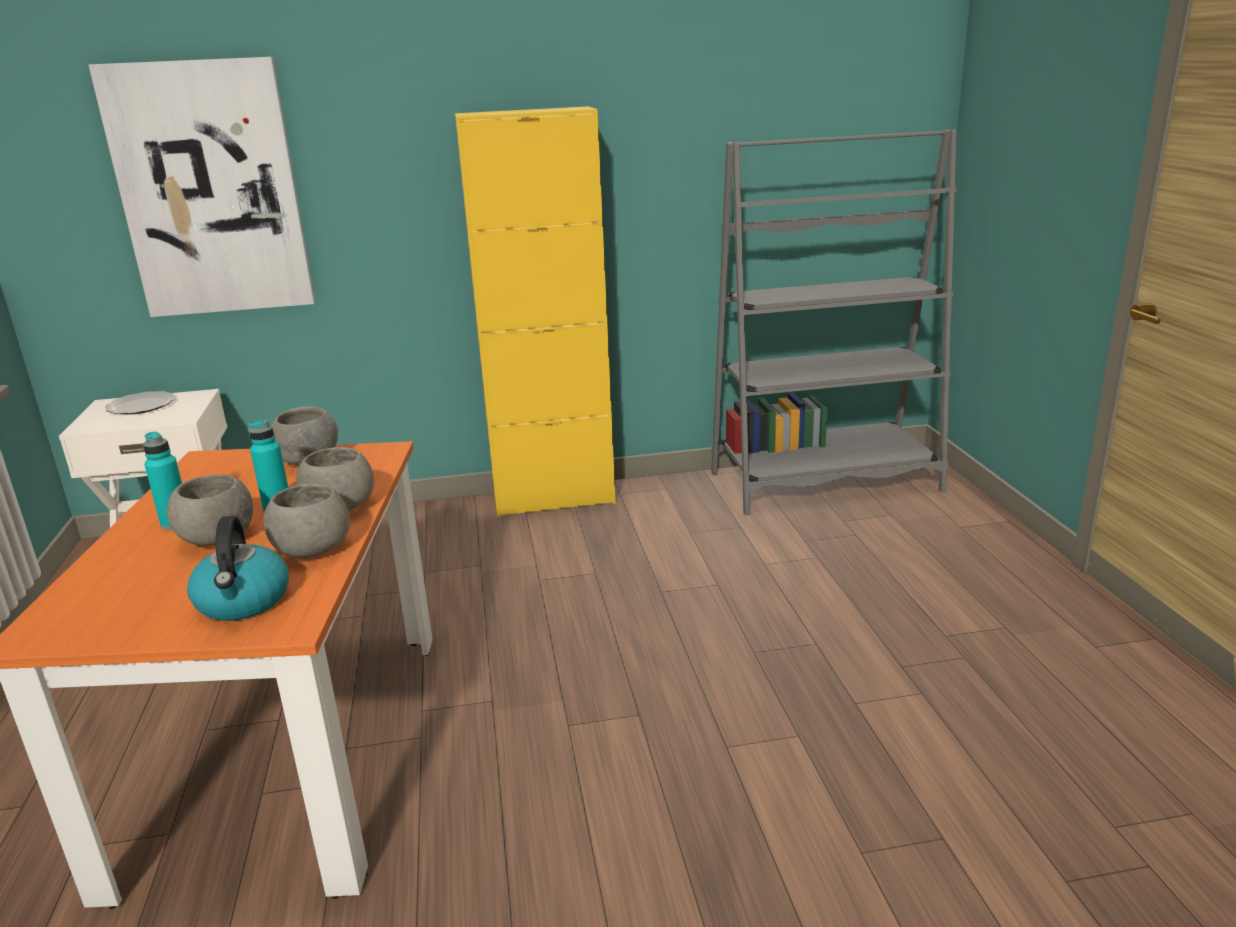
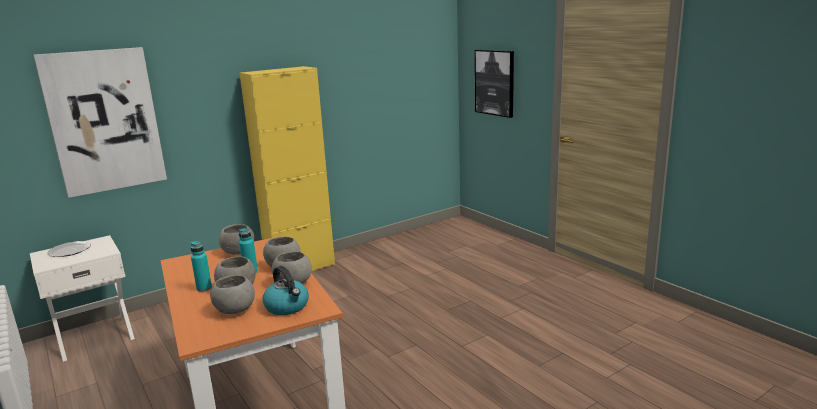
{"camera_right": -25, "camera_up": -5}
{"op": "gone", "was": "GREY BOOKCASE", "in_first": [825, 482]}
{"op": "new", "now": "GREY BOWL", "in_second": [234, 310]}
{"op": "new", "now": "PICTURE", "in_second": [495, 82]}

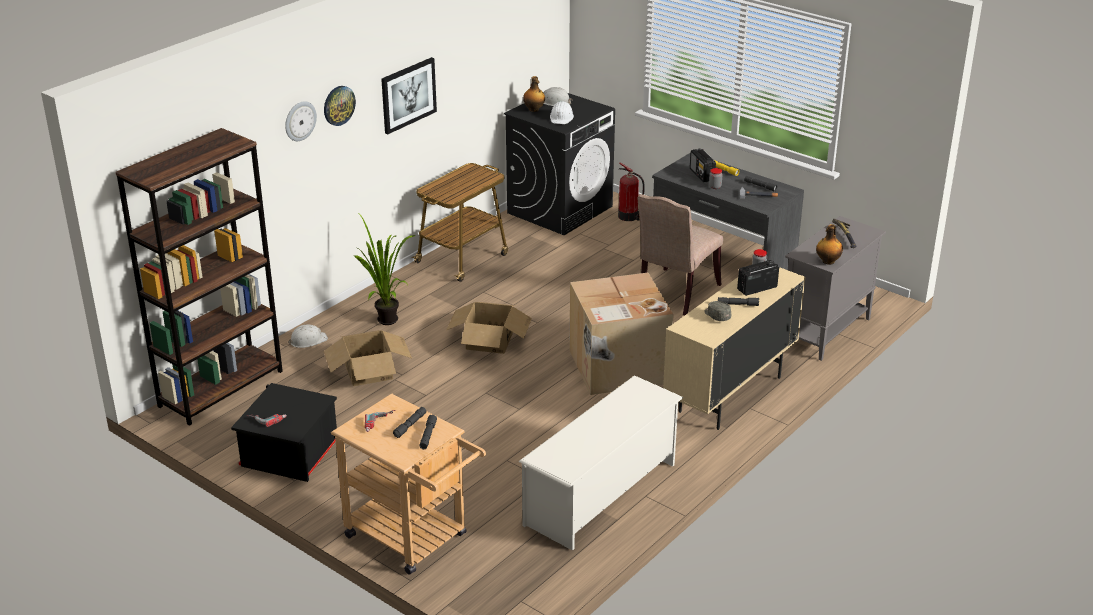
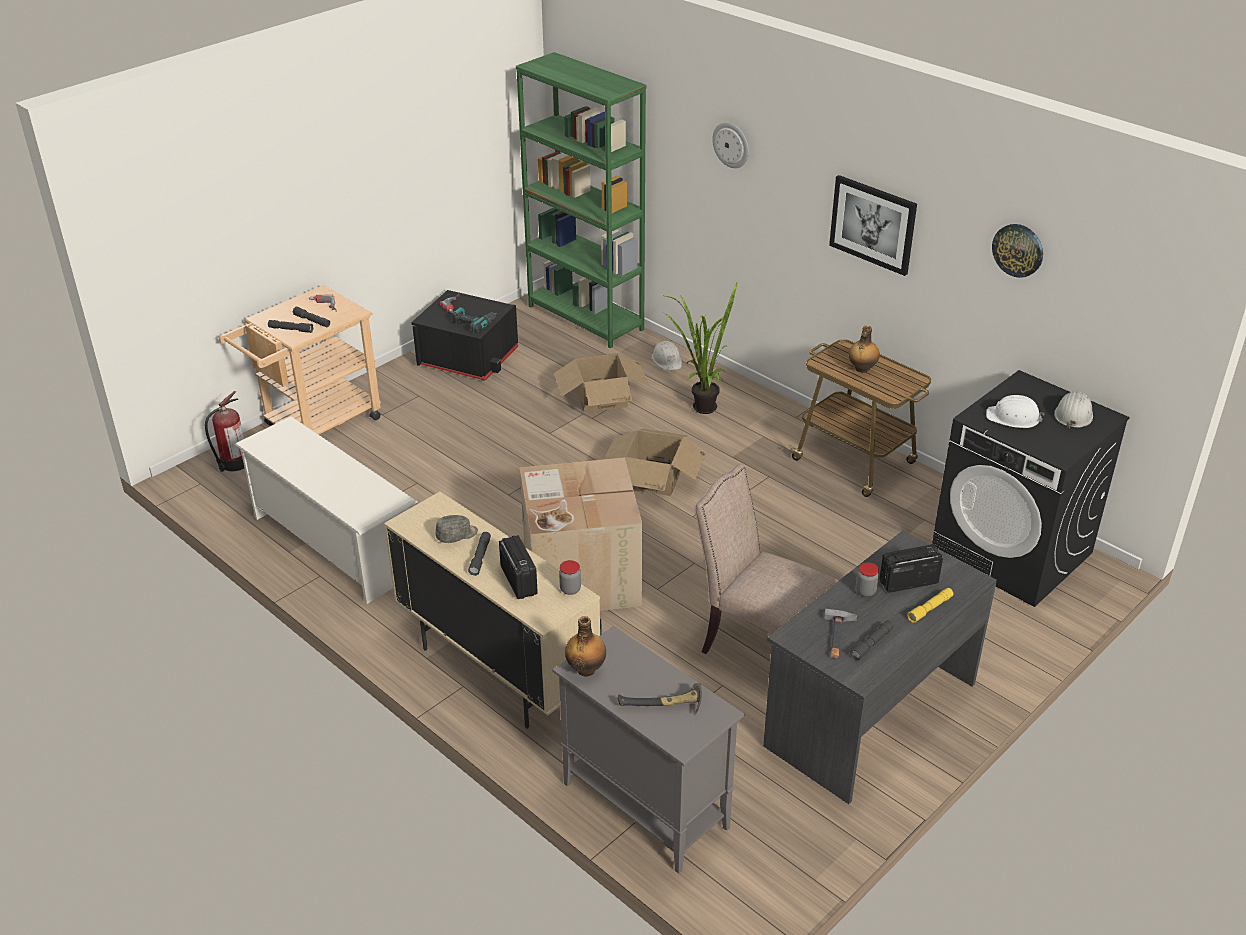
{"camera_right": 95, "camera_up": 5}
{"op": "repainted", "was": "BROWN BOOKCASE", "now": "GREEN BOOKCASE", "in_first": [221, 388], "in_second": [586, 318]}
{"op": "shifted", "was": "WALL CLOCK", "in_first": [338, 105], "in_second": [1018, 250]}
{"op": "shifted", "was": "BOTTLE", "in_first": [534, 110], "in_second": [861, 369]}
{"op": "shifted", "was": "FIRE EXTINGUISHER", "in_first": [629, 217], "in_second": [233, 464]}
{"op": "new", "now": "POWER DRILL", "in_second": [474, 323]}

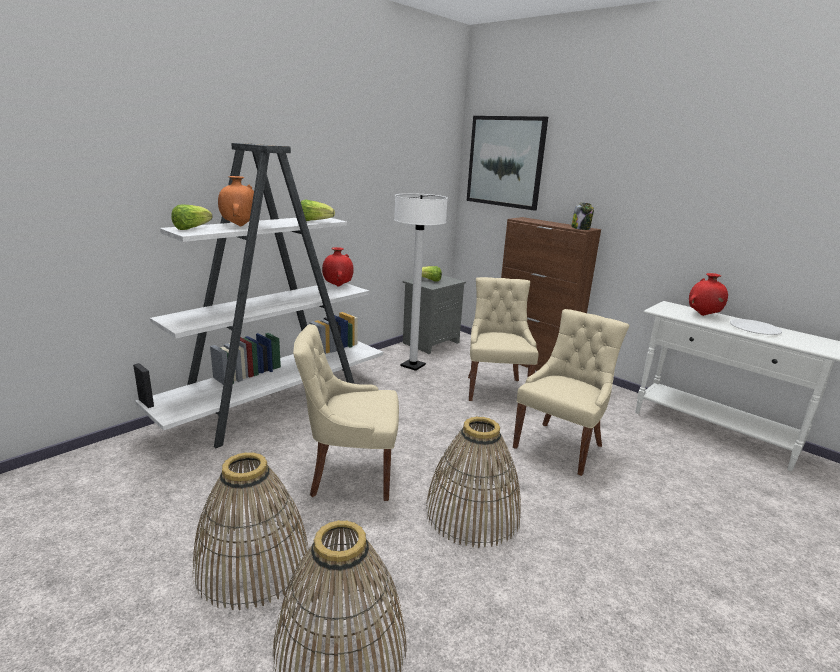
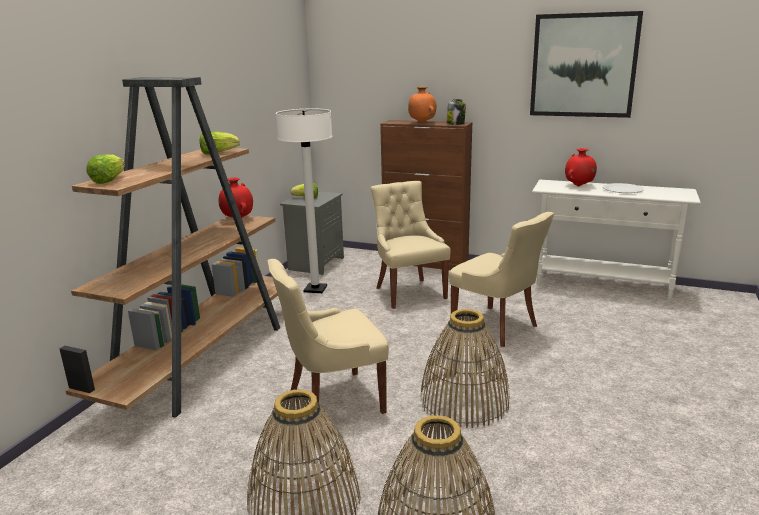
{"camera_right": -20, "camera_up": 0}
{"op": "repainted", "was": "WHITE BOOKCASE", "now": "BROWN BOOKCASE", "in_first": [276, 404], "in_second": [204, 359]}
{"op": "shifted", "was": "ORANGE VASE", "in_first": [240, 226], "in_second": [422, 123]}
{"op": "shifted", "was": "PICTURE", "in_first": [505, 162], "in_second": [583, 65]}
{"op": "rotated", "was": "BEIGE CHAIR", "in_first": [560, 446], "in_second": [496, 327], "clockwise": 120}

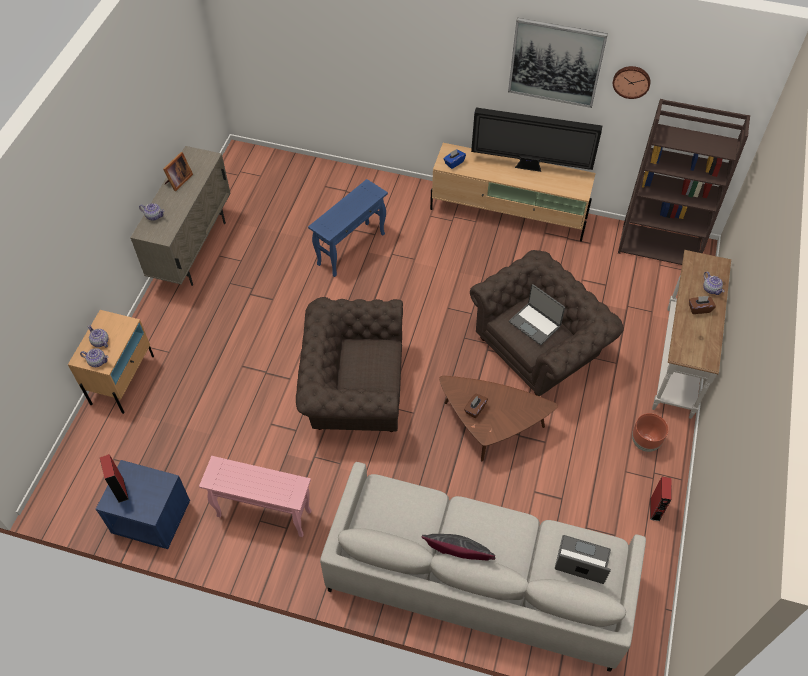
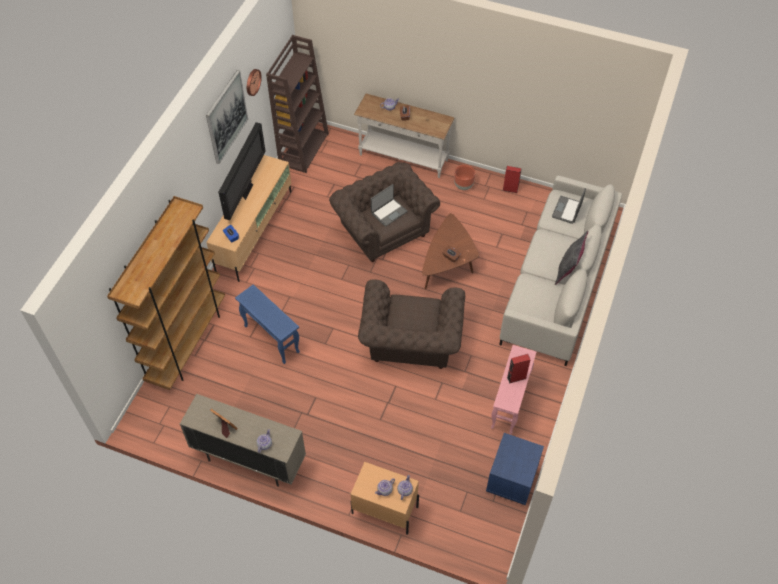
{"camera_right": -85, "camera_up": 0}
{"op": "shifted", "was": "RED SPEAKER", "in_first": [120, 490], "in_second": [516, 378]}
{"op": "new", "now": "BROWN BOOKCASE", "in_second": [187, 342]}

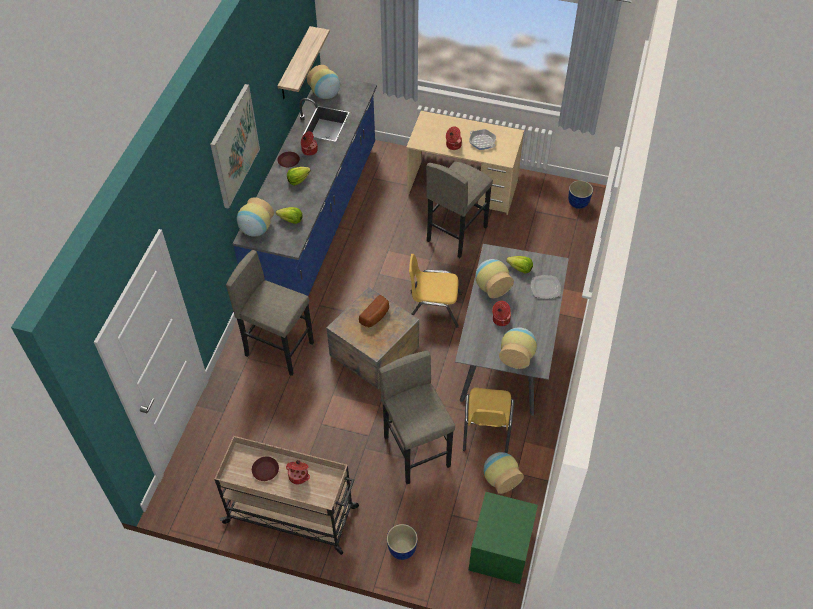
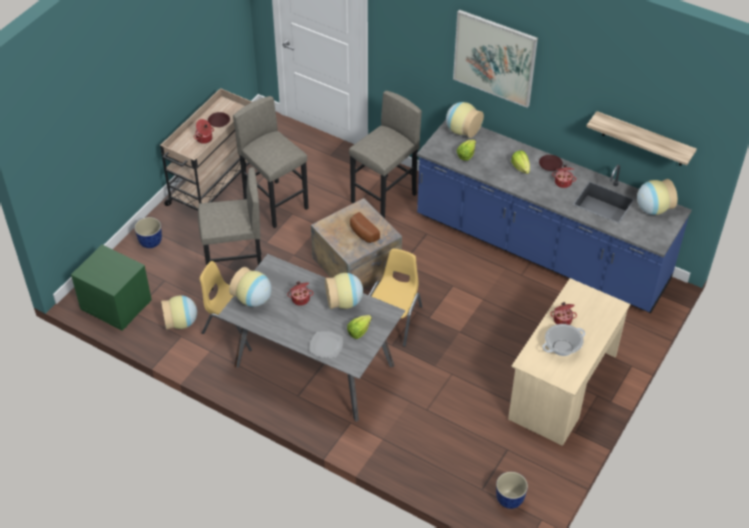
{"camera_right": 105, "camera_up": -5}
{"op": "shifted", "was": "GREY STOOL", "in_first": [456, 233], "in_second": [276, 203]}
{"op": "swapped", "was": "FRYING PAN", "now": "COOKING POT", "in_first": [482, 141], "in_second": [562, 348]}

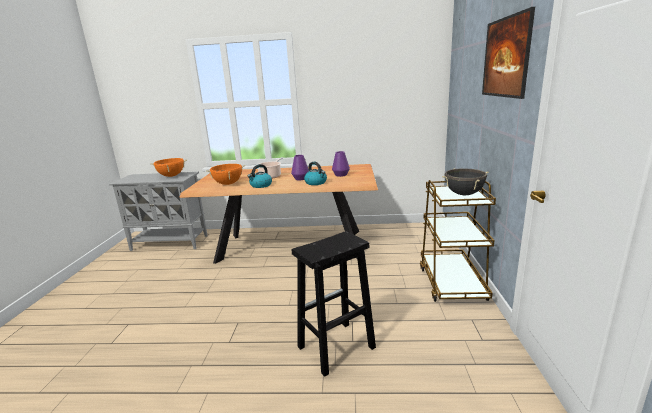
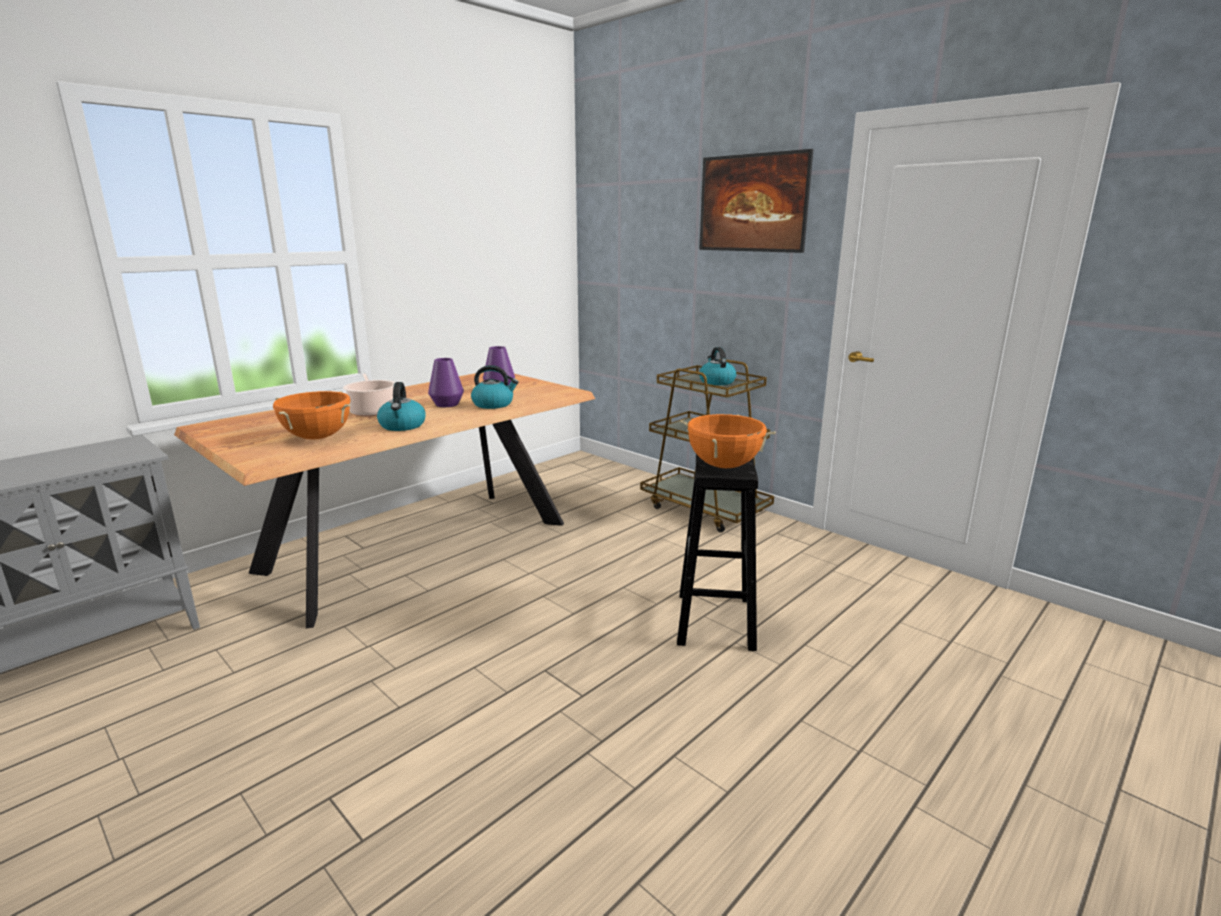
{"camera_right": -50, "camera_up": 0}
{"op": "shifted", "was": "ORANGE COOKING POT", "in_first": [171, 176], "in_second": [724, 466]}
{"op": "swapped", "was": "BLACK COOKING POT", "now": "KETTLE", "in_first": [463, 194], "in_second": [716, 382]}

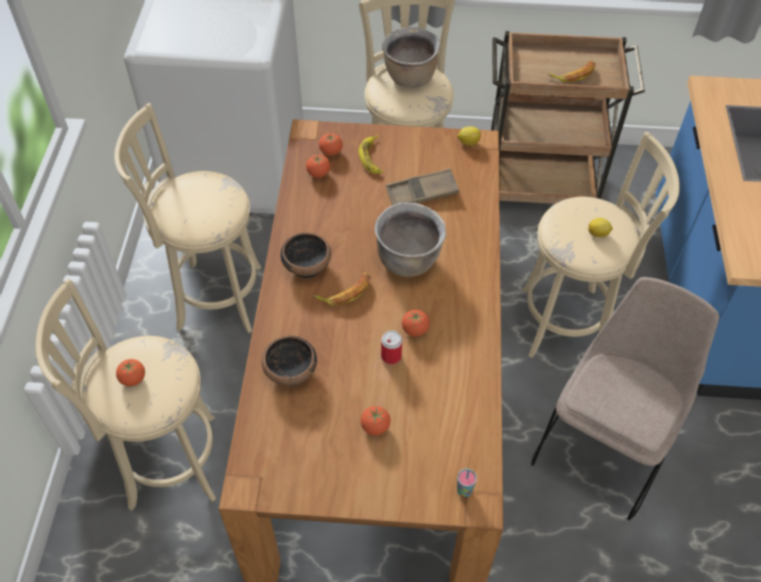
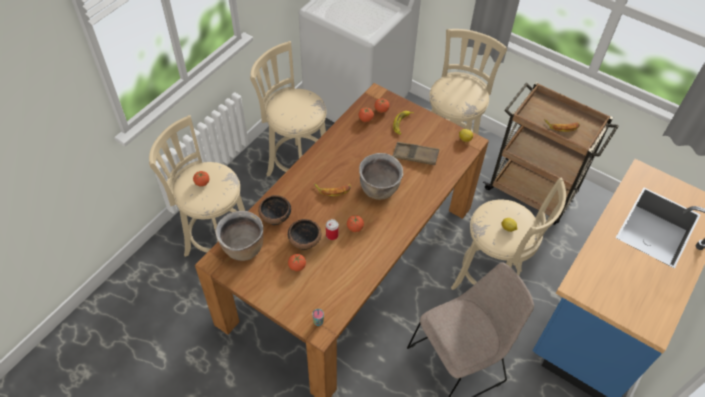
{"camera_right": 30, "camera_up": 0}
{"op": "shifted", "was": "BOWL", "in_first": [307, 266], "in_second": [305, 241]}
{"op": "shifted", "was": "BROWN COOKING POT", "in_first": [410, 78], "in_second": [243, 248]}

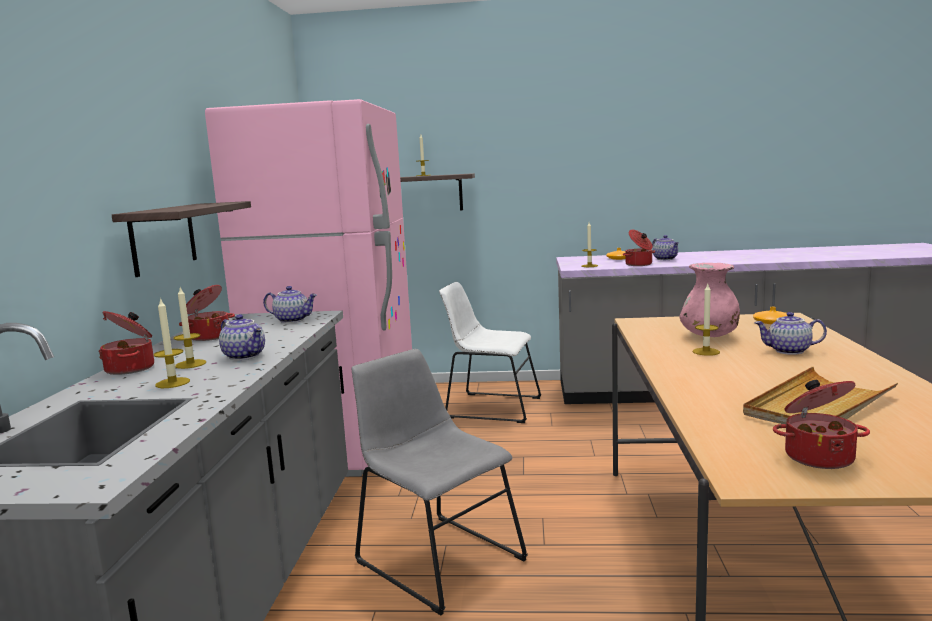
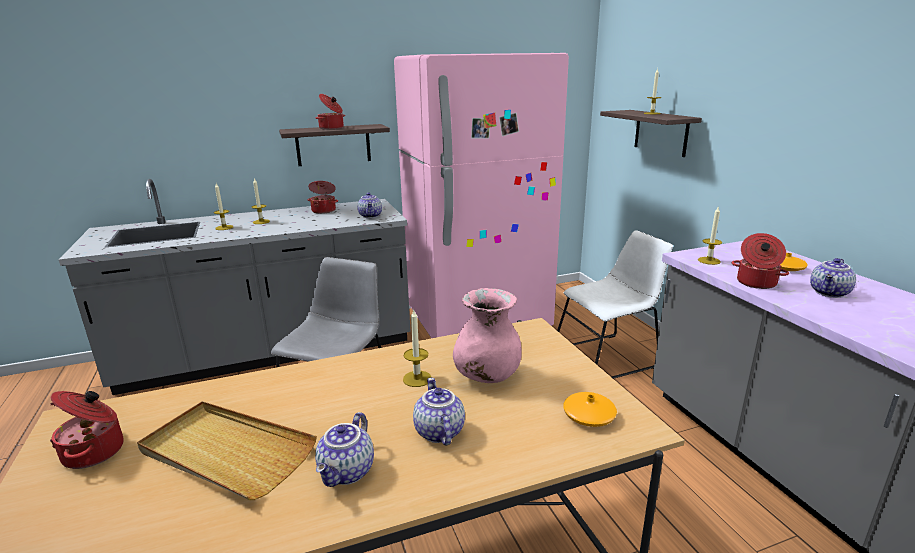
{"camera_right": 65, "camera_up": 10}
{"op": "shifted", "was": "COOKING POT", "in_first": [131, 368], "in_second": [332, 128]}
{"op": "shifted", "was": "TEAPOT", "in_first": [245, 356], "in_second": [348, 472]}
{"op": "rotated", "was": "WHITE CHAIR", "in_first": [489, 407], "in_second": [608, 357], "clockwise": 75}

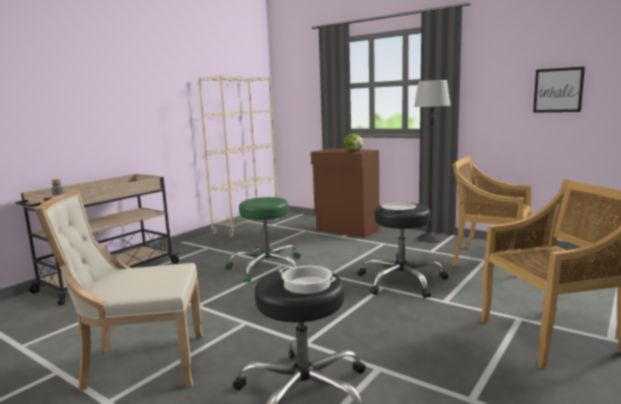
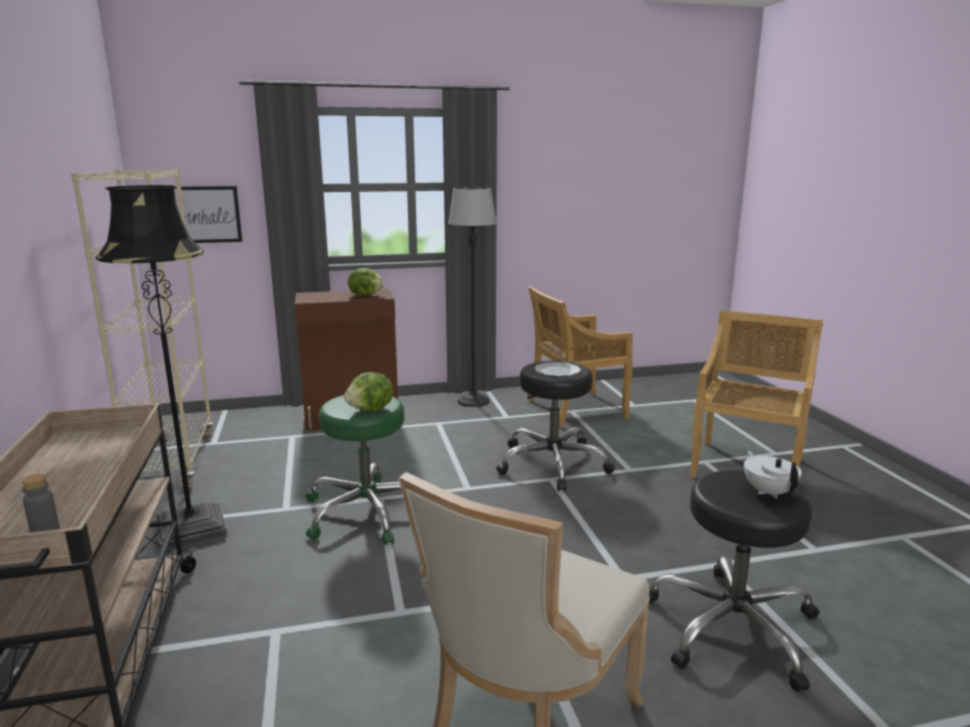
{"camera_right": -50, "camera_up": 5}
{"op": "swapped", "was": "COOKING POT", "now": "WHITE TEAPOT", "in_first": [307, 284], "in_second": [768, 492]}
{"op": "shifted", "was": "PICTURE", "in_first": [558, 90], "in_second": [210, 214]}
{"op": "new", "now": "BLACK FLOOR LAMP", "in_second": [192, 529]}
{"op": "new", "now": "LETTUCE", "in_second": [371, 410]}

